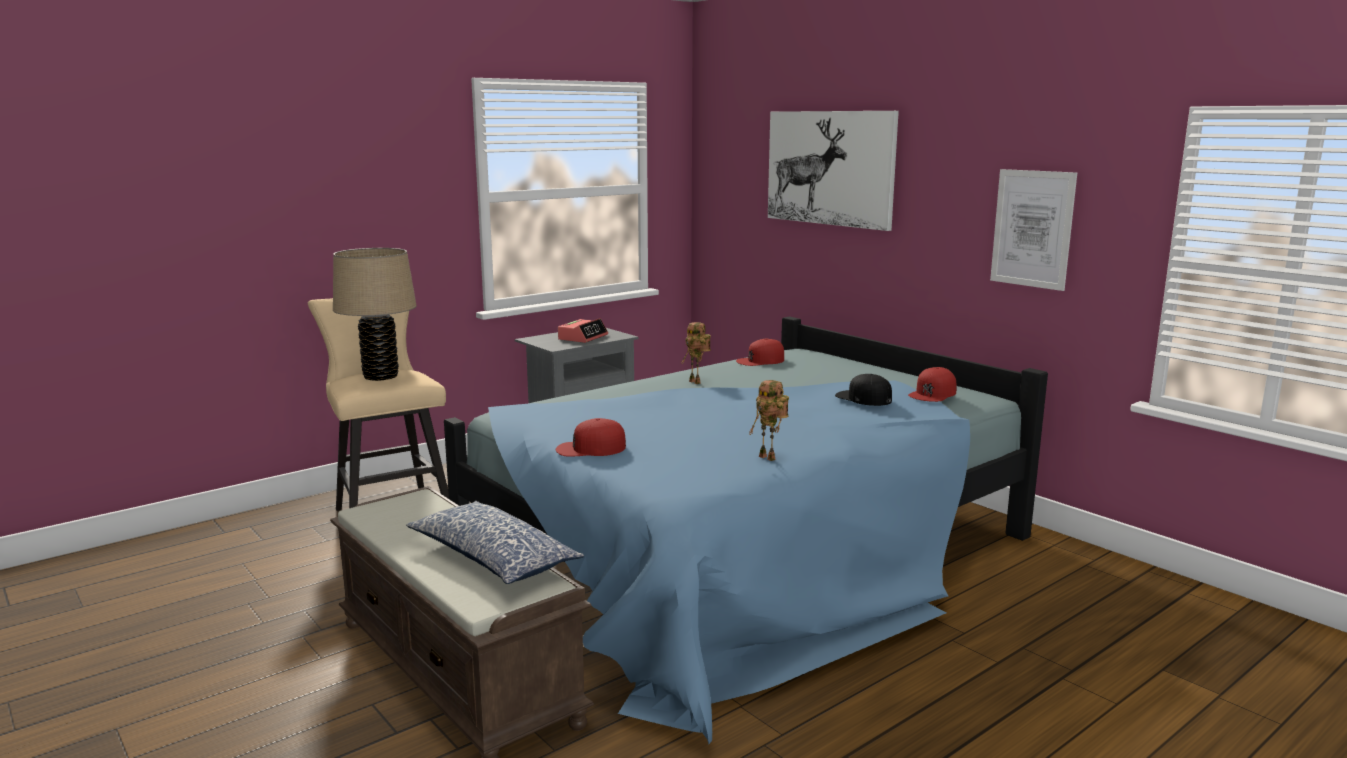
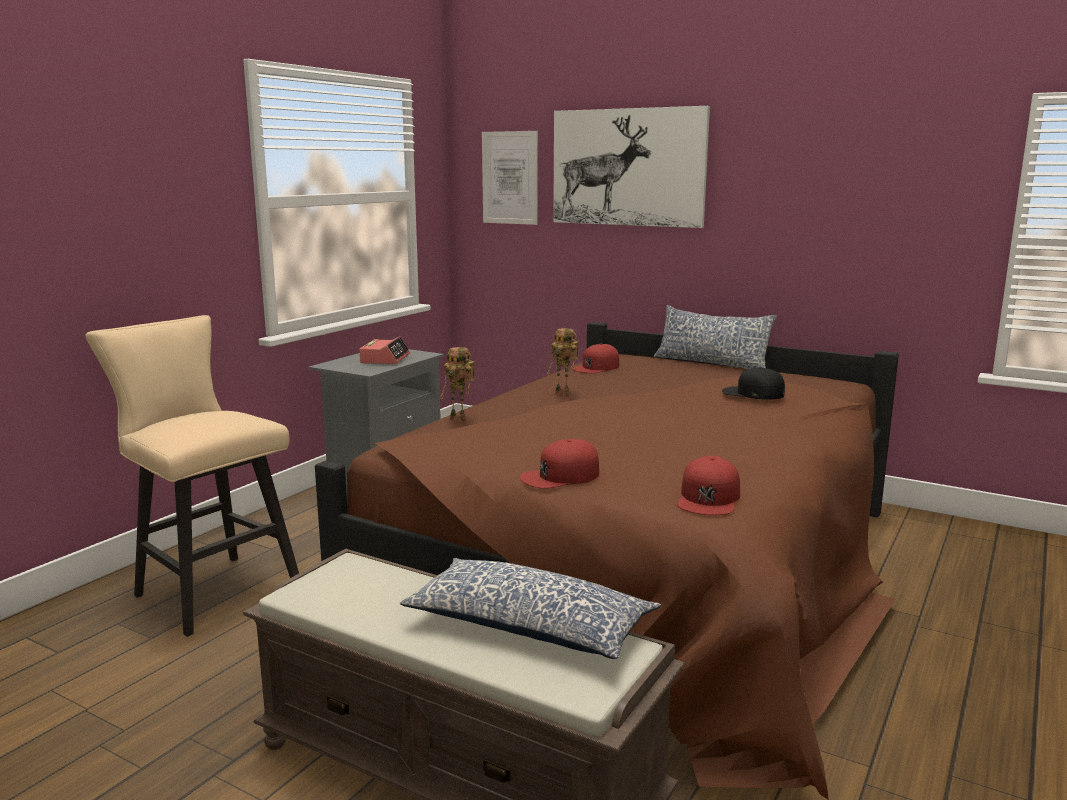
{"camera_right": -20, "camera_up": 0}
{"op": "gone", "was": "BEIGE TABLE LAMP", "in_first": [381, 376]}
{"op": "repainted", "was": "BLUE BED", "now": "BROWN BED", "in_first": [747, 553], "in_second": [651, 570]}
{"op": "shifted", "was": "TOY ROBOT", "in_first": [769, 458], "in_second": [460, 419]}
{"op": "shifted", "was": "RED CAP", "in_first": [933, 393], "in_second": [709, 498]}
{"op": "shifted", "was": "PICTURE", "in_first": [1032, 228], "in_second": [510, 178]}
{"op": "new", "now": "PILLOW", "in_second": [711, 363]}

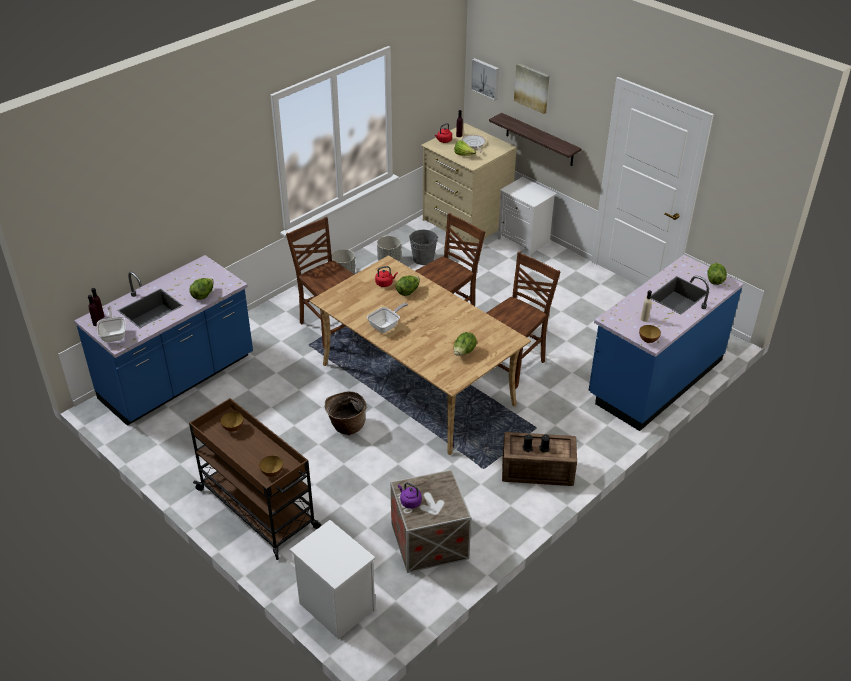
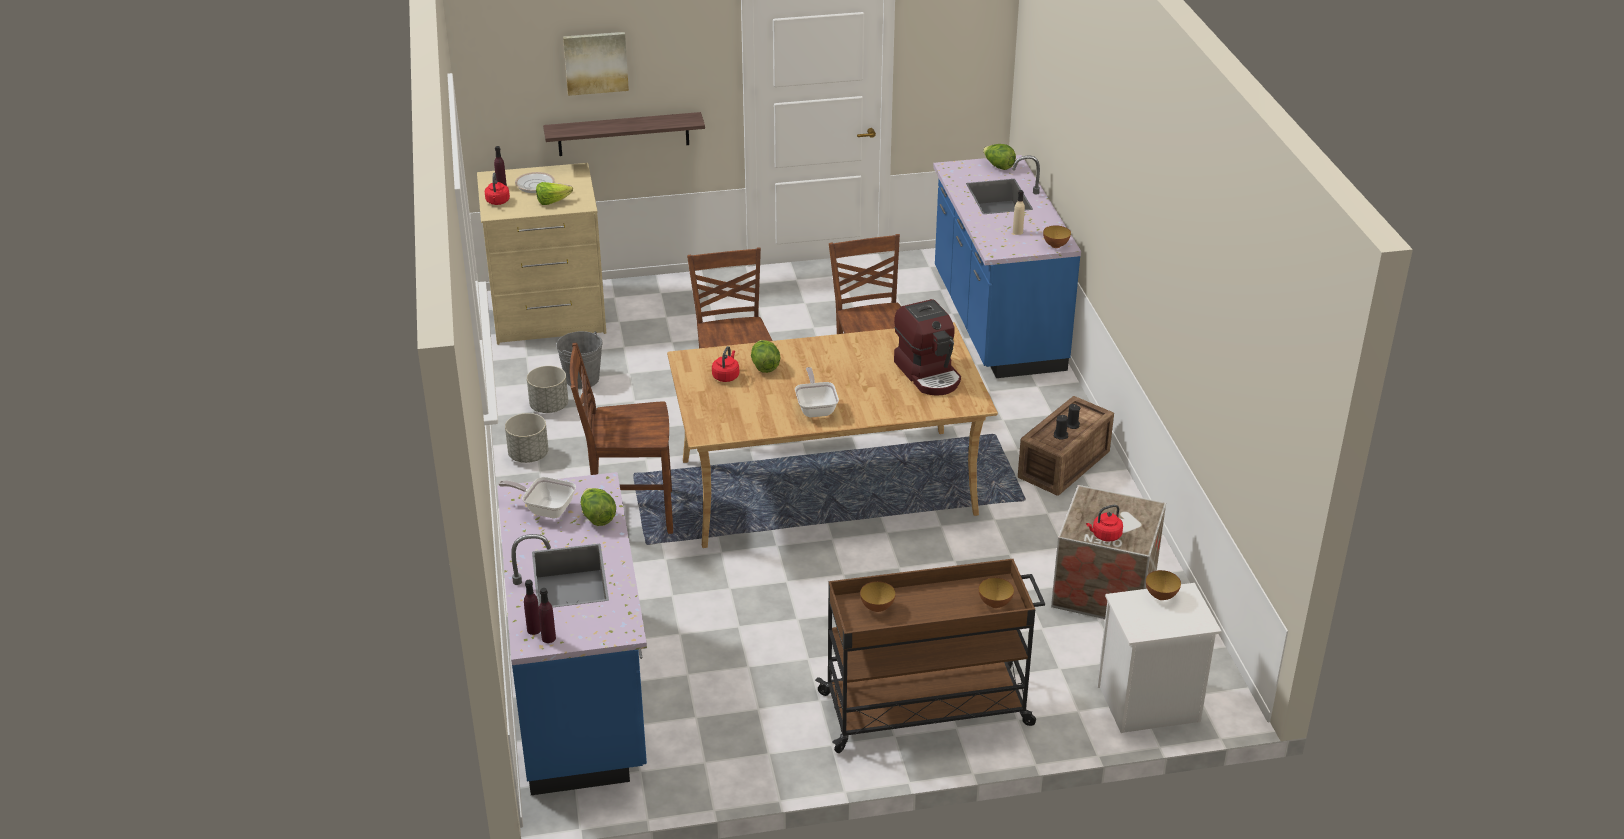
{"camera_right": -55, "camera_up": -5}
{"op": "shifted", "was": "FRYING PAN", "in_first": [114, 334], "in_second": [545, 509]}
{"op": "gone", "was": "BASKET", "in_first": [346, 426]}
{"op": "repainted", "was": "PURPLE KETTLE", "now": "RED KETTLE", "in_first": [409, 502], "in_second": [1105, 536]}
{"op": "swapped", "was": "LETTUCE", "now": "COFFEE MACHINE", "in_first": [464, 352], "in_second": [929, 374]}
{"op": "gone", "was": "PICTURE", "in_first": [485, 78]}
{"op": "gone", "was": "WHITE NIGHTSTAND", "in_first": [525, 240]}
{"op": "new", "now": "BOWL", "in_second": [1161, 596]}

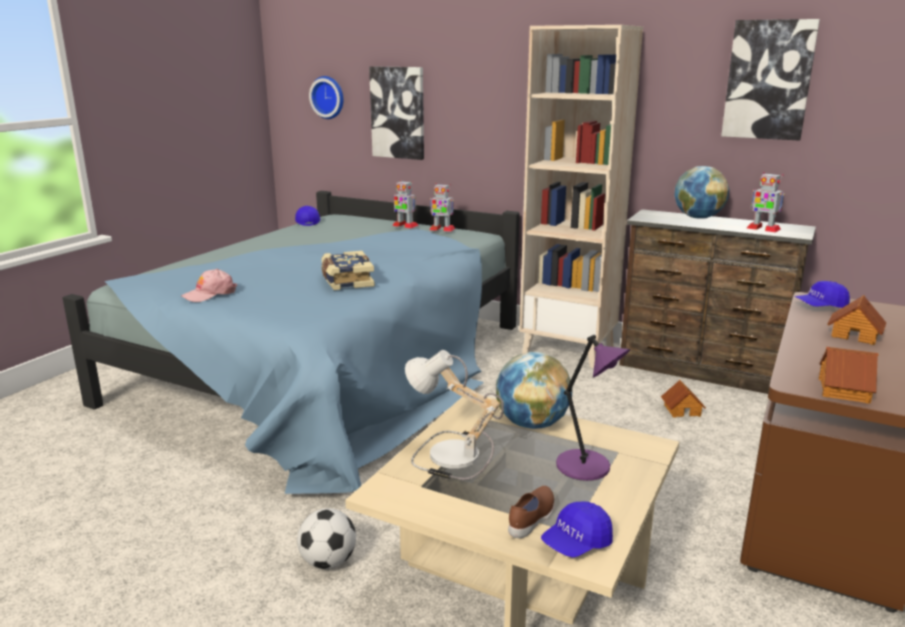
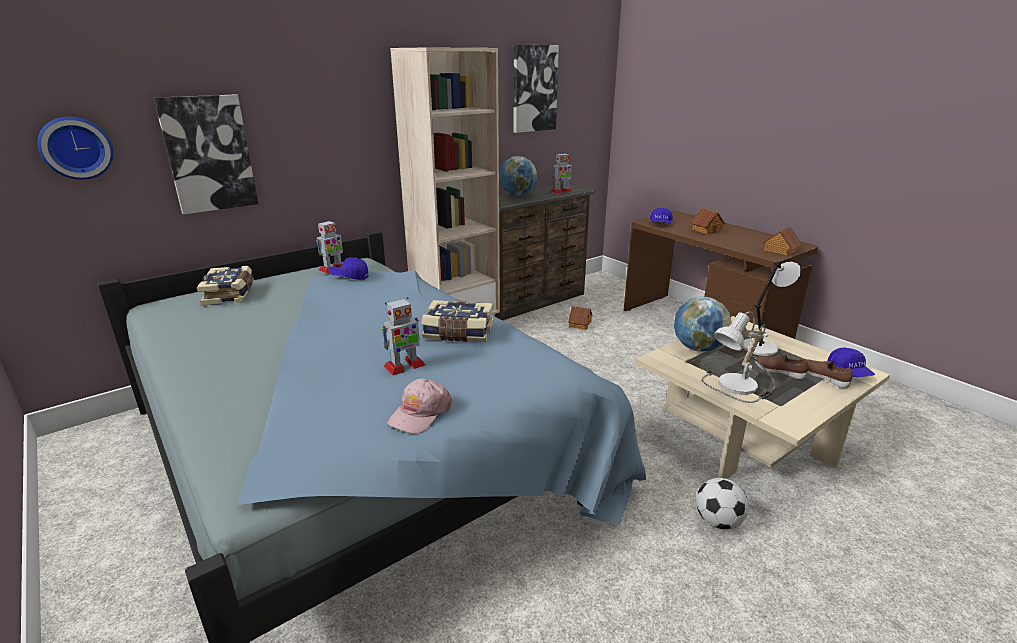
{"camera_right": -65, "camera_up": 5}
{"op": "rotated", "was": "PINK CAP", "in_first": [210, 294], "in_second": [420, 413], "clockwise": 45}
{"op": "shifted", "was": "BLUE CAP", "in_first": [307, 222], "in_second": [349, 276]}
{"op": "shifted", "was": "TOY ROBOT", "in_first": [405, 225], "in_second": [404, 366]}
{"op": "repainted", "was": "PURPLE TABLE LAMP", "now": "GREY TABLE LAMP", "in_first": [586, 467], "in_second": [761, 347]}
{"op": "new", "now": "BOOK", "in_second": [230, 294]}
{"op": "new", "now": "BROWN SHOE", "in_second": [779, 372]}

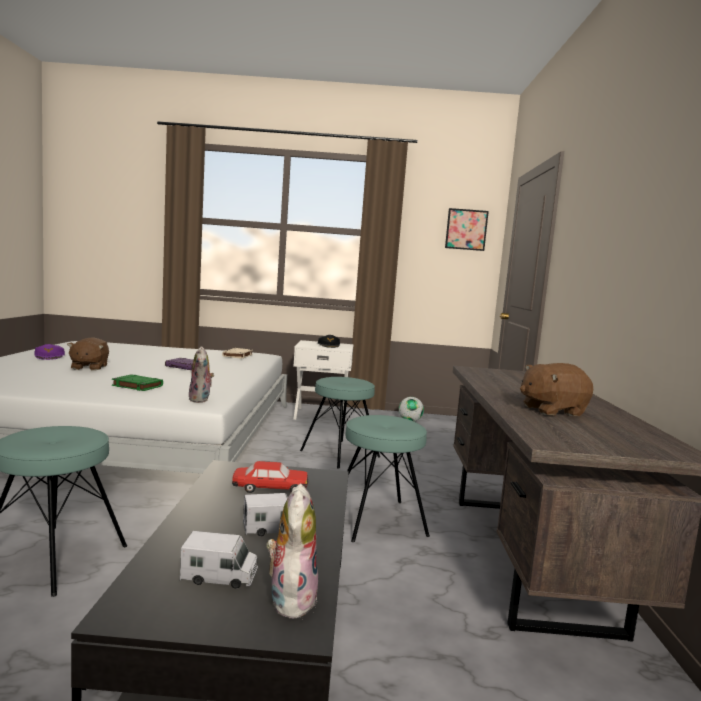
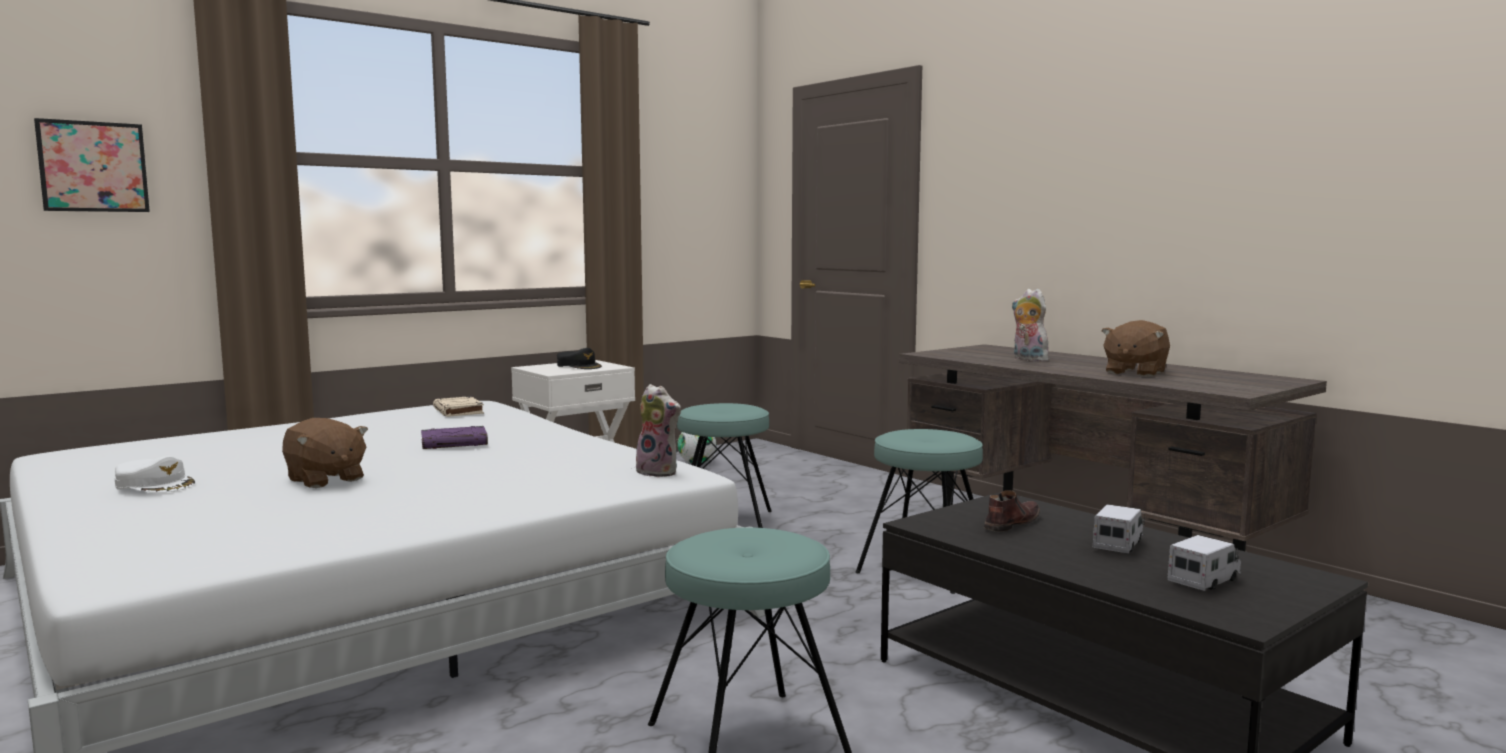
{"camera_right": -40, "camera_up": 0}
{"op": "repainted", "was": "PURPLE CAP", "now": "WHITE CAP", "in_first": [49, 356], "in_second": [155, 485]}
{"op": "gone", "was": "GREEN BOOK", "in_first": [137, 386]}
{"op": "swapped", "was": "TOY CAR", "now": "BROWN SHOE", "in_first": [270, 488], "in_second": [1011, 523]}
{"op": "shifted", "was": "PLUSH TOY", "in_first": [290, 597], "in_second": [1027, 360]}
{"op": "shifted", "was": "PICTURE", "in_first": [466, 229], "in_second": [93, 166]}

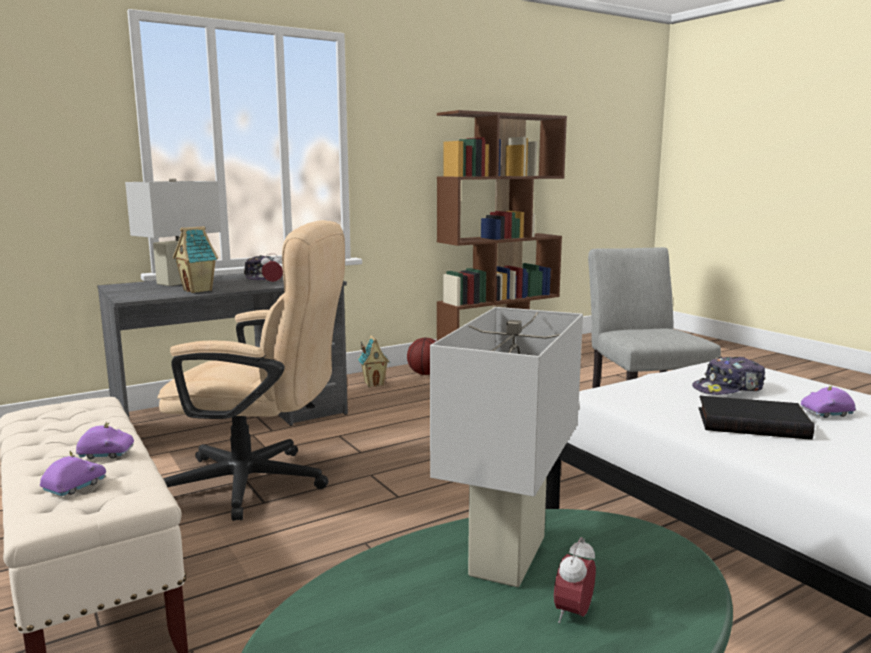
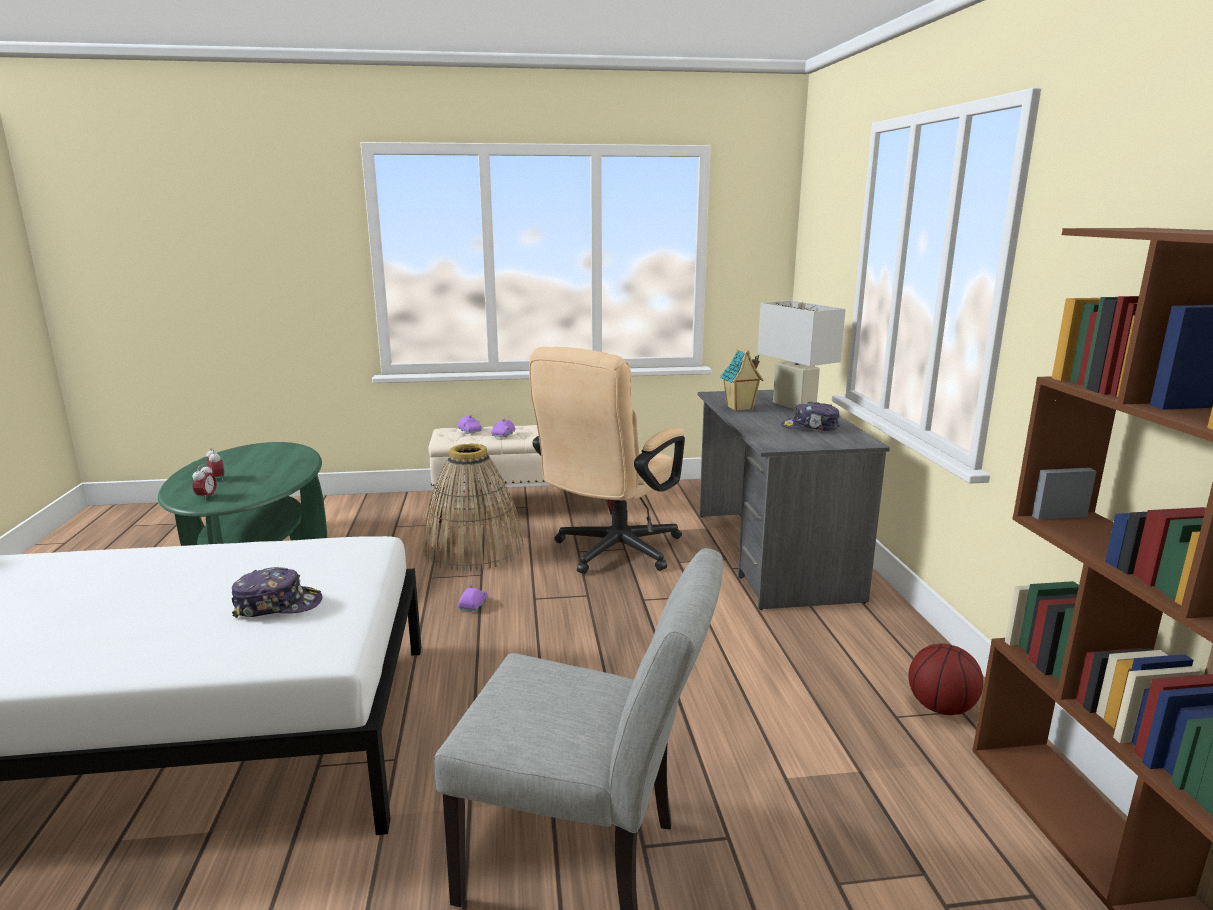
{"camera_right": 115, "camera_up": 5}
{"op": "shifted", "was": "ALARM CLOCK", "in_first": [272, 283], "in_second": [207, 497]}
{"op": "gone", "was": "TOY HOUSE", "in_first": [374, 383]}
{"op": "gone", "was": "WHITE TABLE LAMP", "in_first": [507, 556]}
{"op": "rotated", "was": "CAP", "in_first": [728, 389], "in_second": [277, 605], "clockwise": 75}
{"op": "gone", "was": "BLACK BOOK", "in_first": [752, 422]}
{"op": "shifted", "was": "PURPLE TOY CAR", "in_first": [827, 413], "in_second": [472, 605]}
{"op": "new", "now": "BASKET", "in_second": [474, 549]}

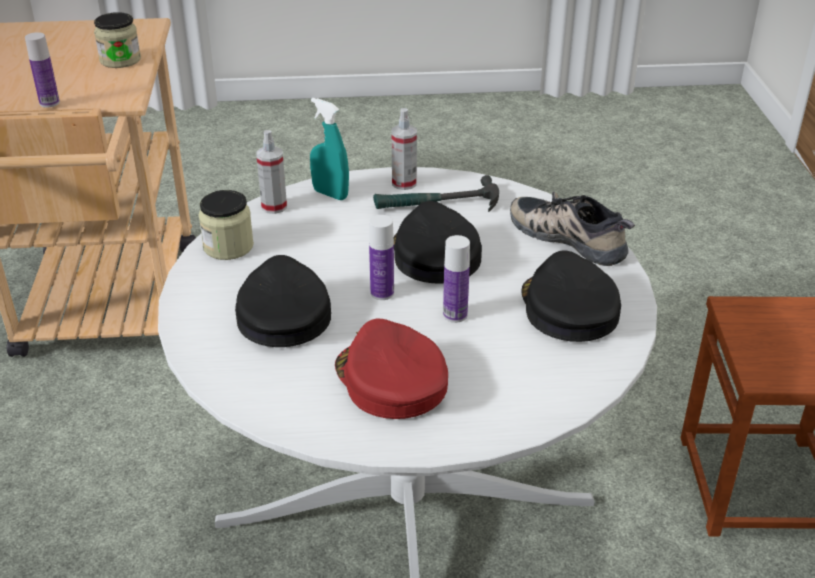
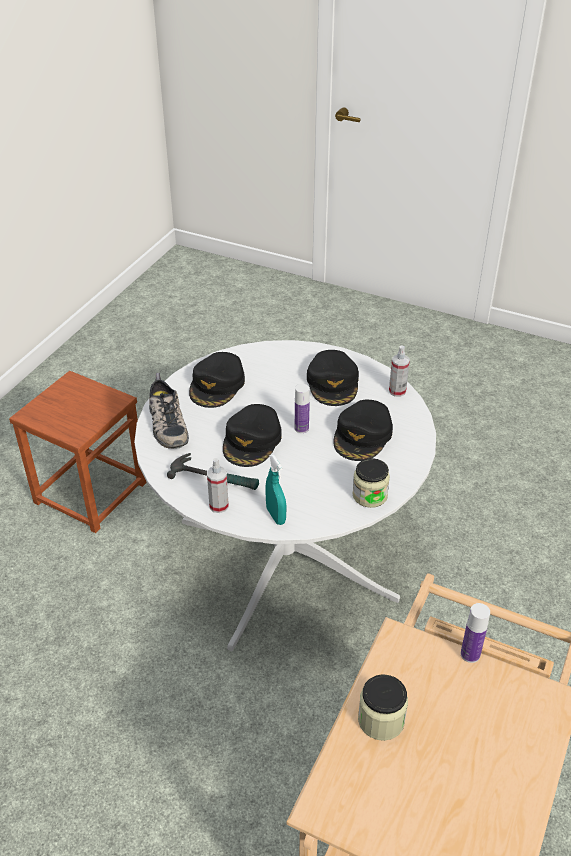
{"camera_right": -150, "camera_up": 5}
{"op": "shifted", "was": "SPRAY BOTTLE", "in_first": [274, 206], "in_second": [397, 391]}
{"op": "repainted", "was": "RED CAP", "now": "BLACK CAP", "in_first": [390, 380], "in_second": [333, 383]}
{"op": "gone", "was": "BOTTLE", "in_first": [455, 315]}

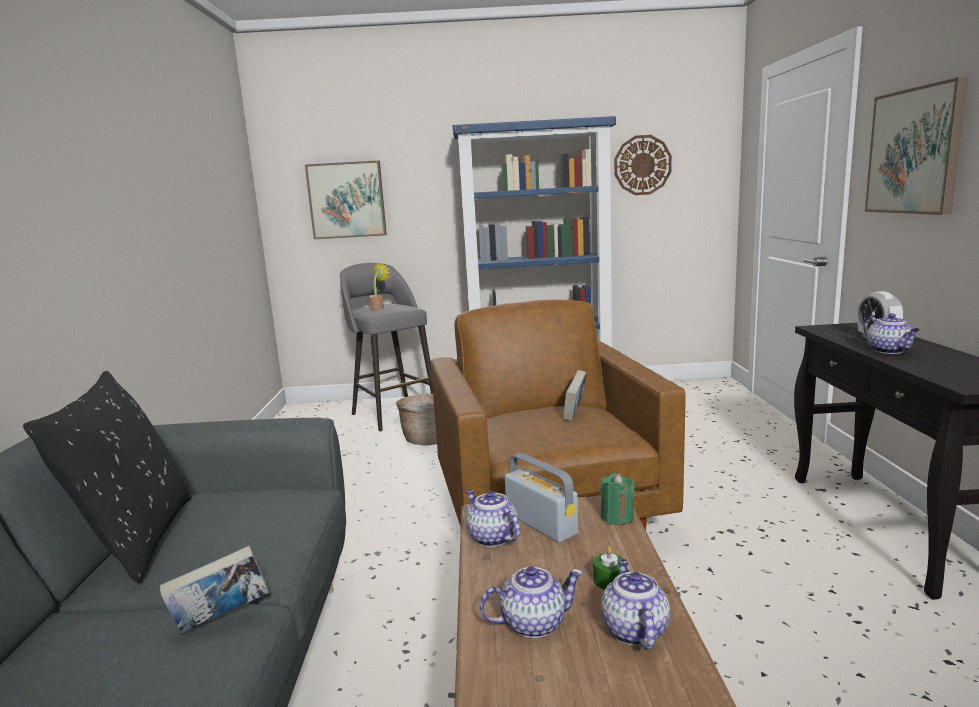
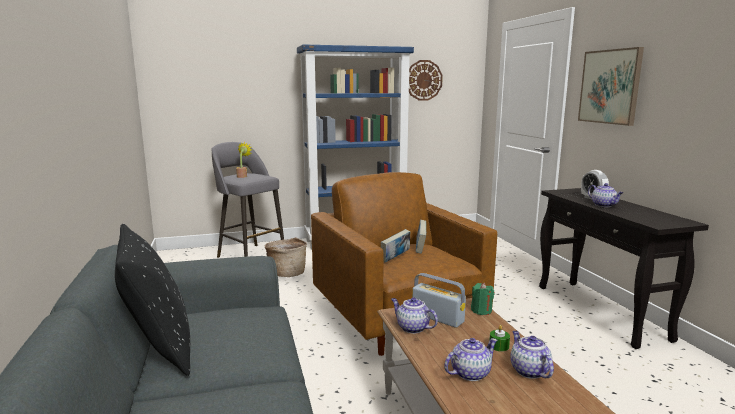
{"camera_right": -15, "camera_up": 0}
{"op": "shifted", "was": "BOOK", "in_first": [221, 620], "in_second": [395, 259]}
{"op": "gone", "was": "PICTURE", "in_first": [347, 200]}

